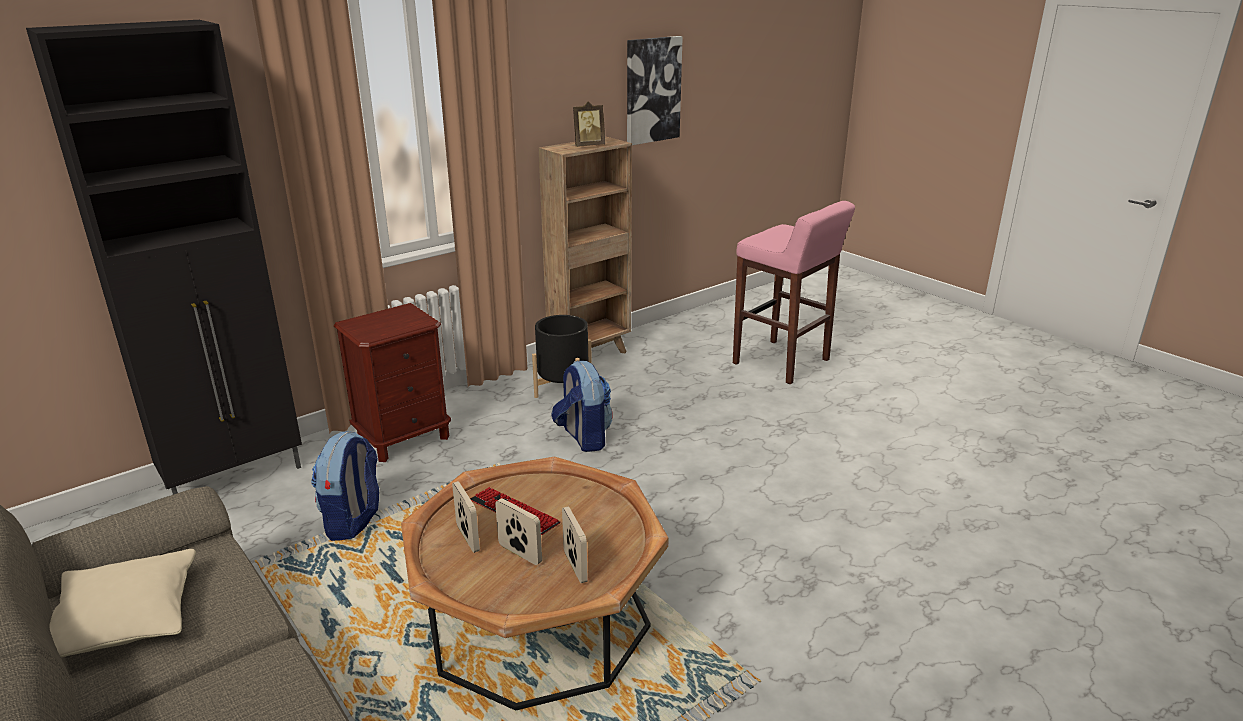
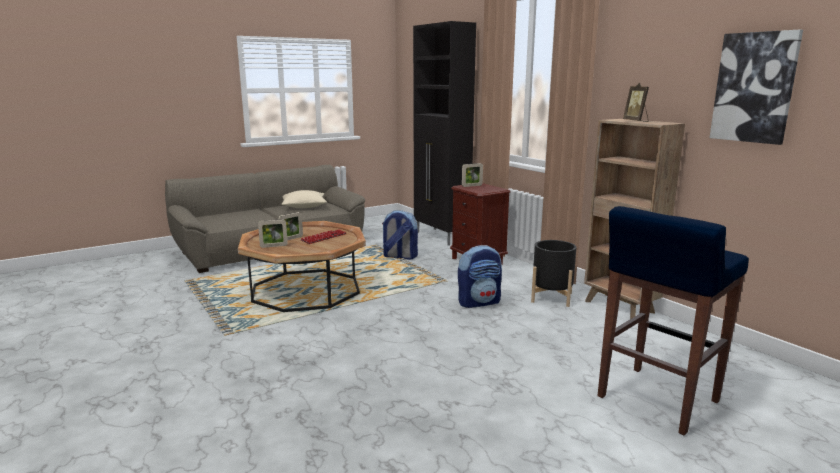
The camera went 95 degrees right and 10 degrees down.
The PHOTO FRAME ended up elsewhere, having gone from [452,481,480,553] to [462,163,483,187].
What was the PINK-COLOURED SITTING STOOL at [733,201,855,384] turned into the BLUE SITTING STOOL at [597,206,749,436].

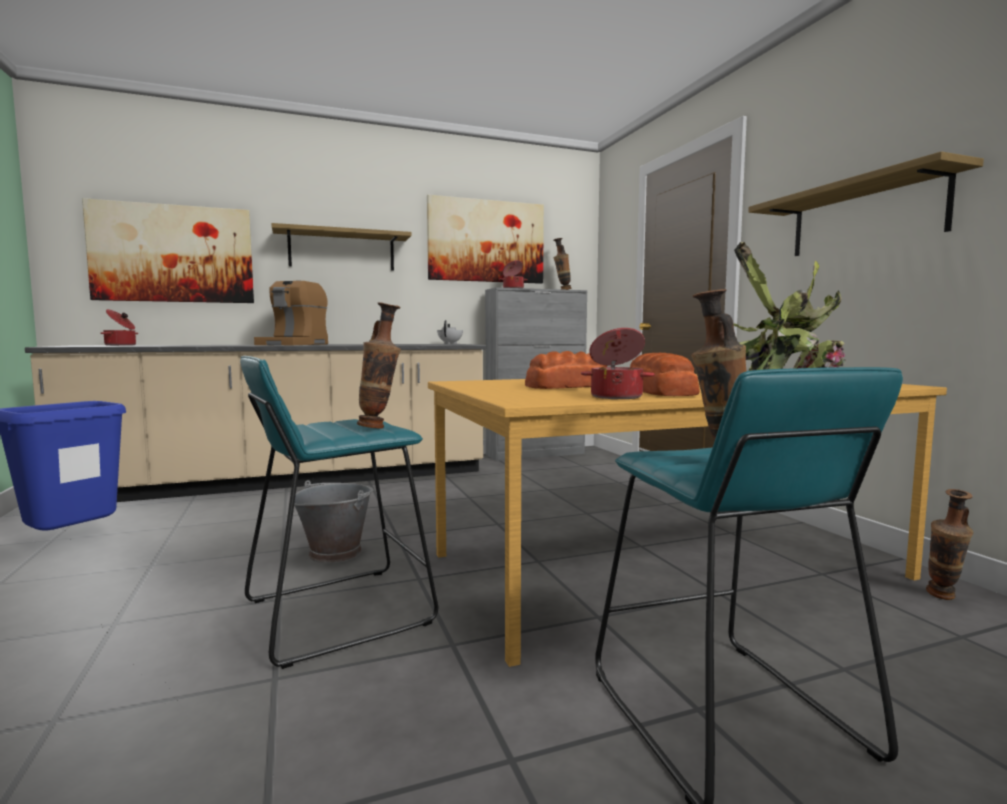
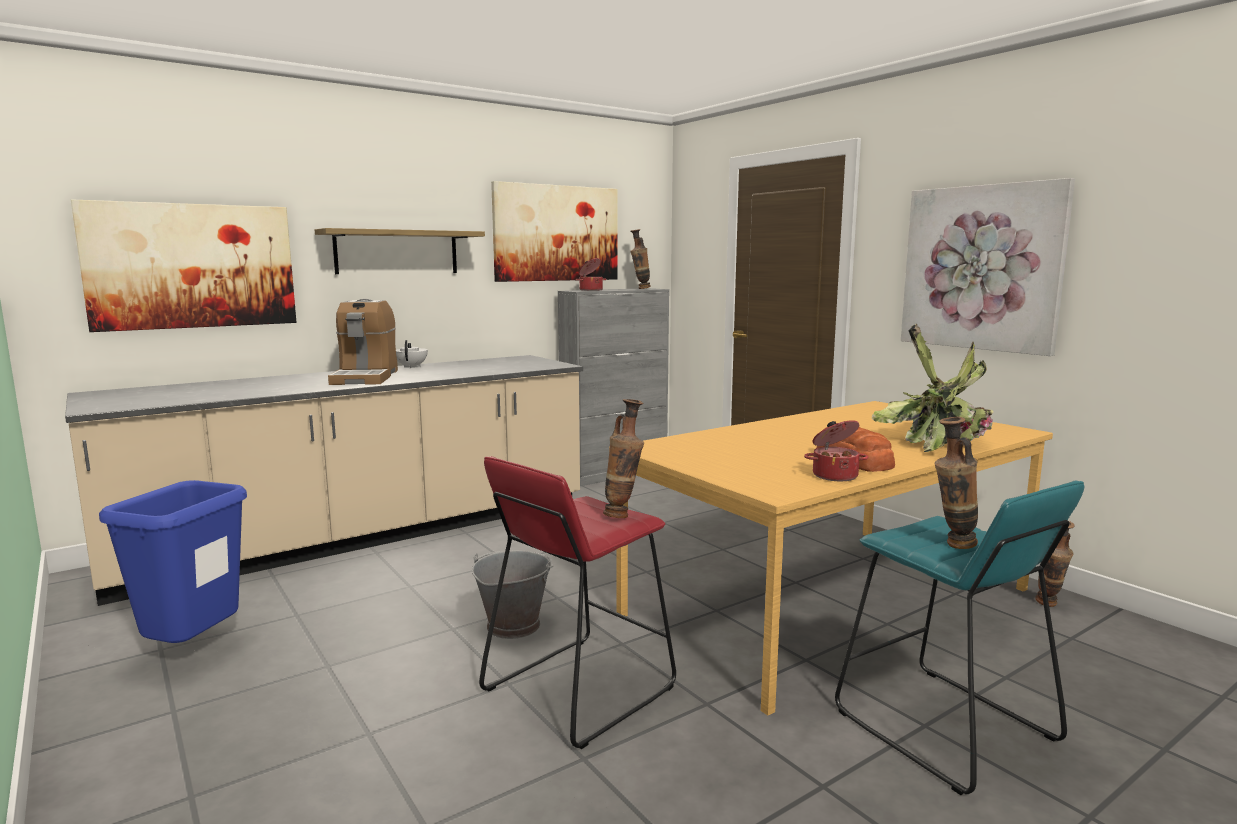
The camera went 15 degrees left and 5 degrees up.
The WHITISH TEA POT ended up elsewhere, having gone from [437,320,463,344] to [396,340,428,368].
What was the BLUE-GREEN SITTING STOOL at [240,356,438,669] turned into the RED SITTING STOOL at [479,456,676,749].
Where the WALL SHELF hung at [748,151,984,256], the PICTURE came to hang at [901,178,1075,356].
The second view lost the STOCKPOT at [100,309,138,346].
The second view lost the BREAD at [525,351,607,389].

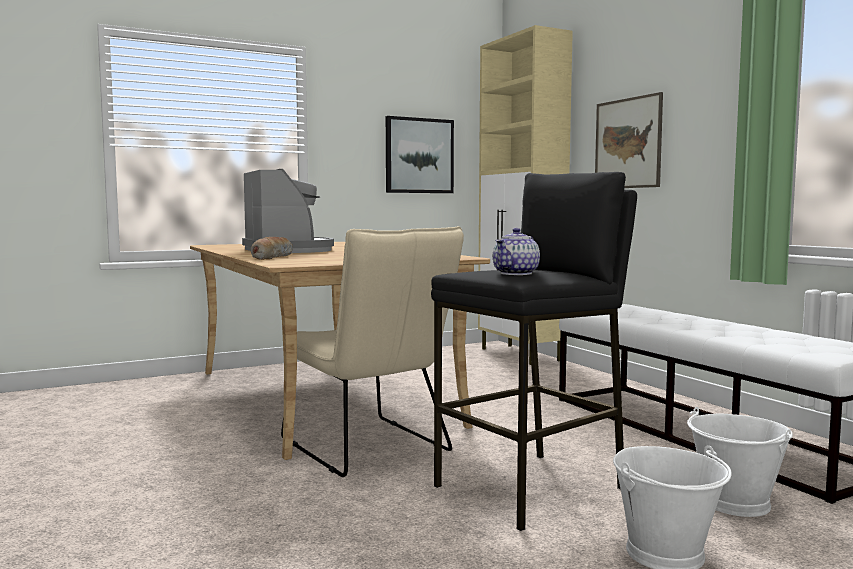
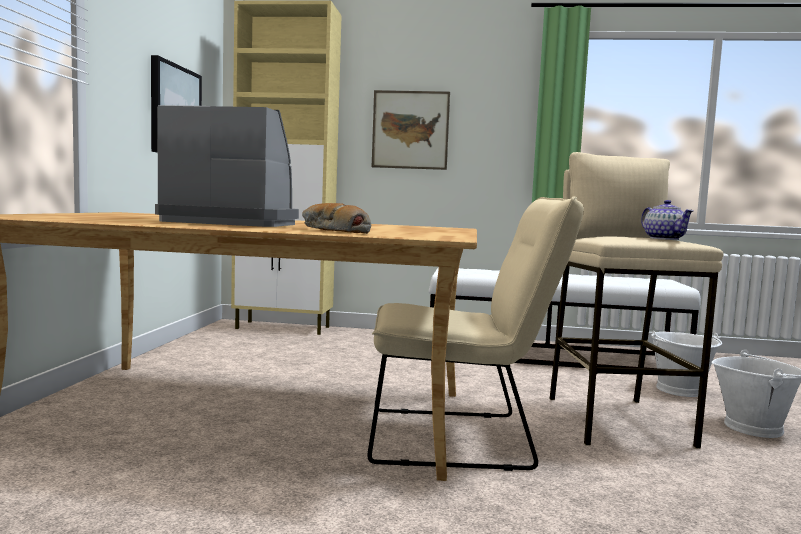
The camera went 55 degrees left and 0 degrees up.
What was the BLACK SITTING STOOL at [431,172,637,531] turned into the BEIGE SITTING STOOL at [549,152,724,449].

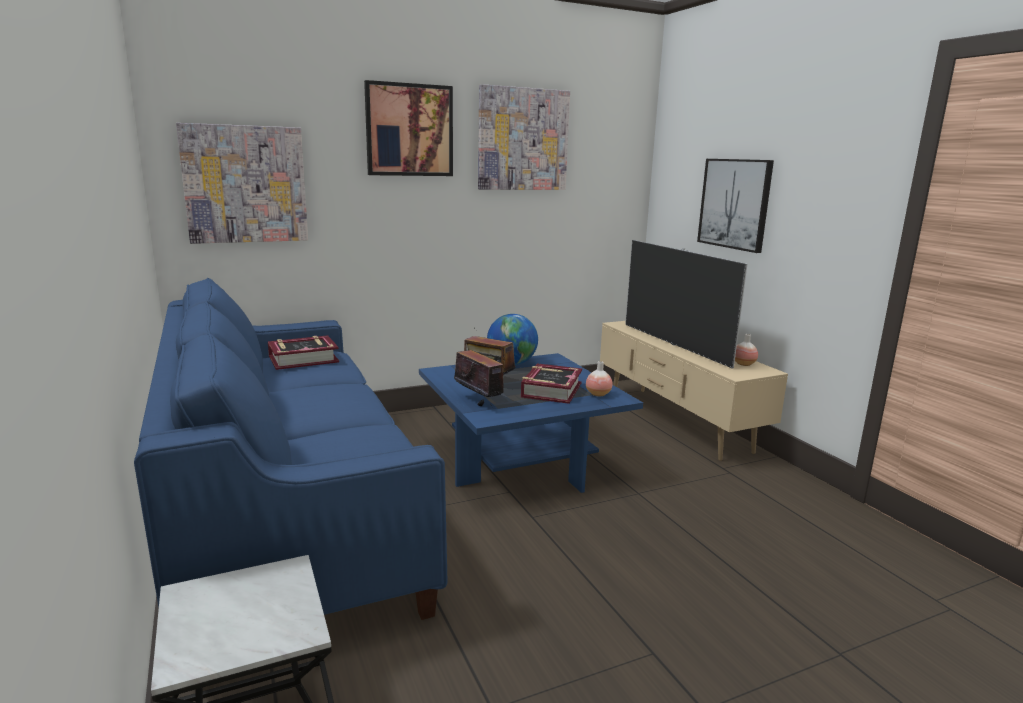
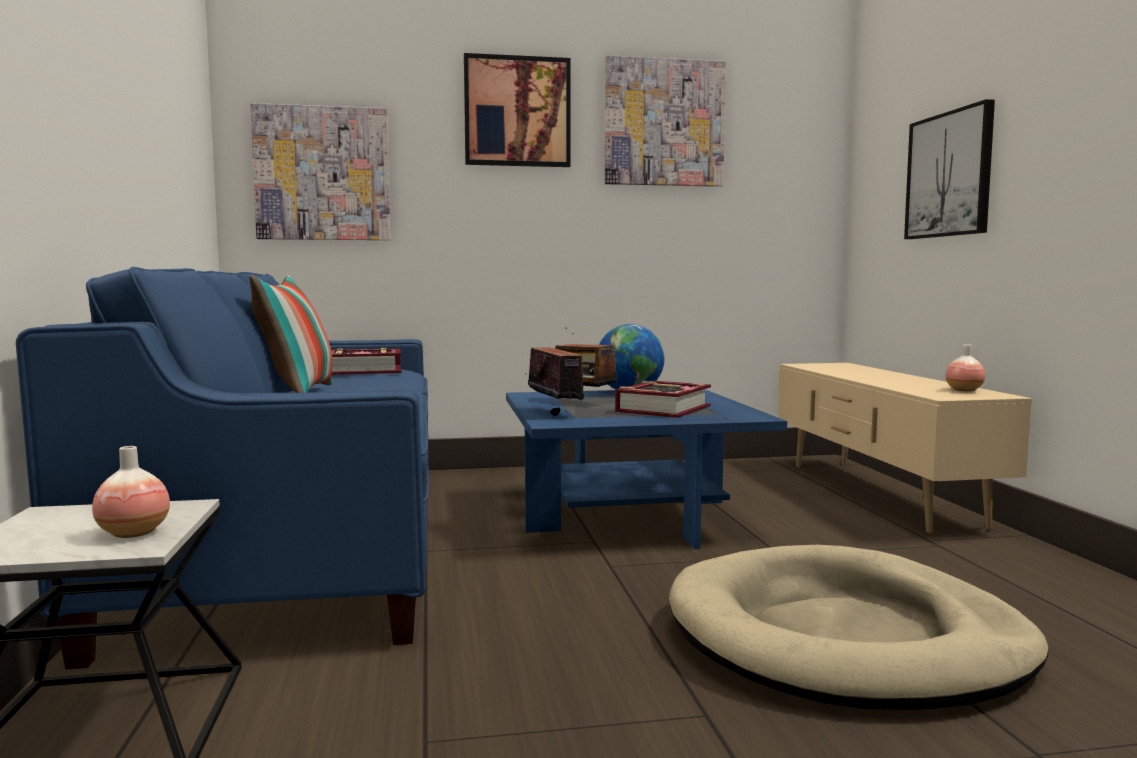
The camera went 15 degrees right and 10 degrees down.
The VASE ended up elsewhere, having gone from [586,361,613,396] to [92,446,170,538].
The second view gained the THROW PILLOW at [249,275,332,393].
The second view gained the BEIGE PET BED at [669,545,1048,710].
The second view lost the TV SET at [625,240,747,369].

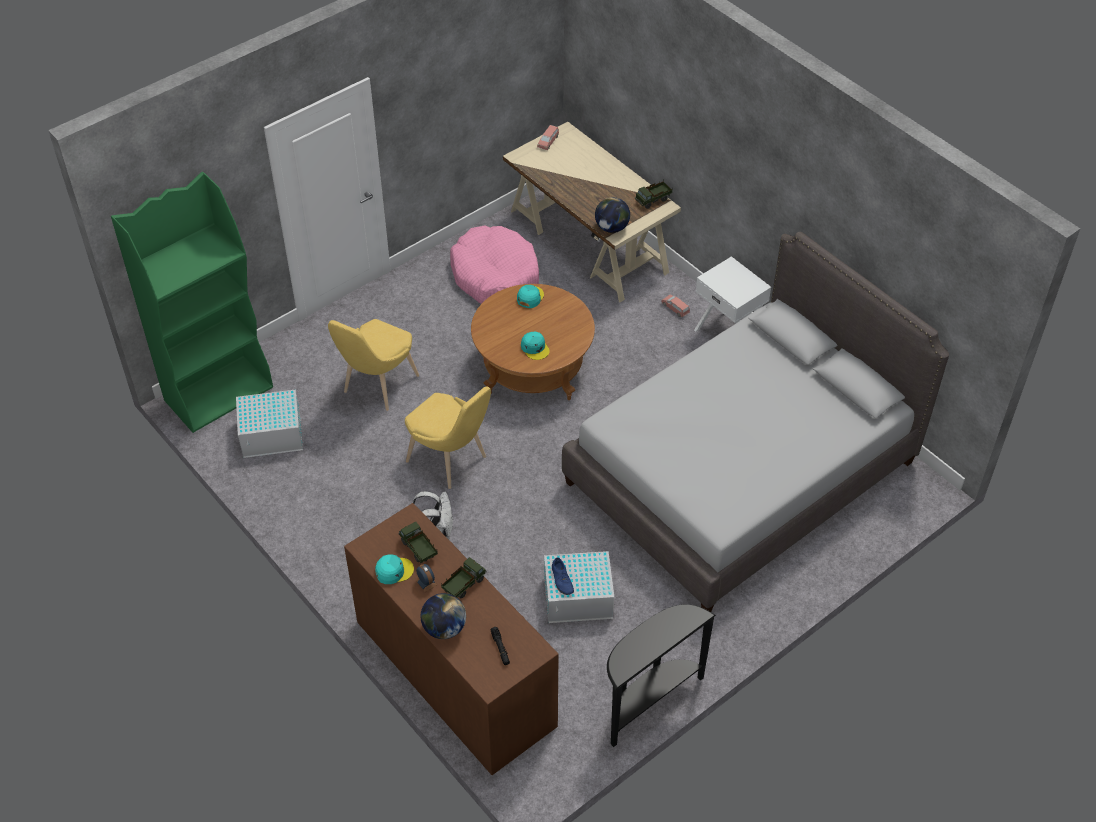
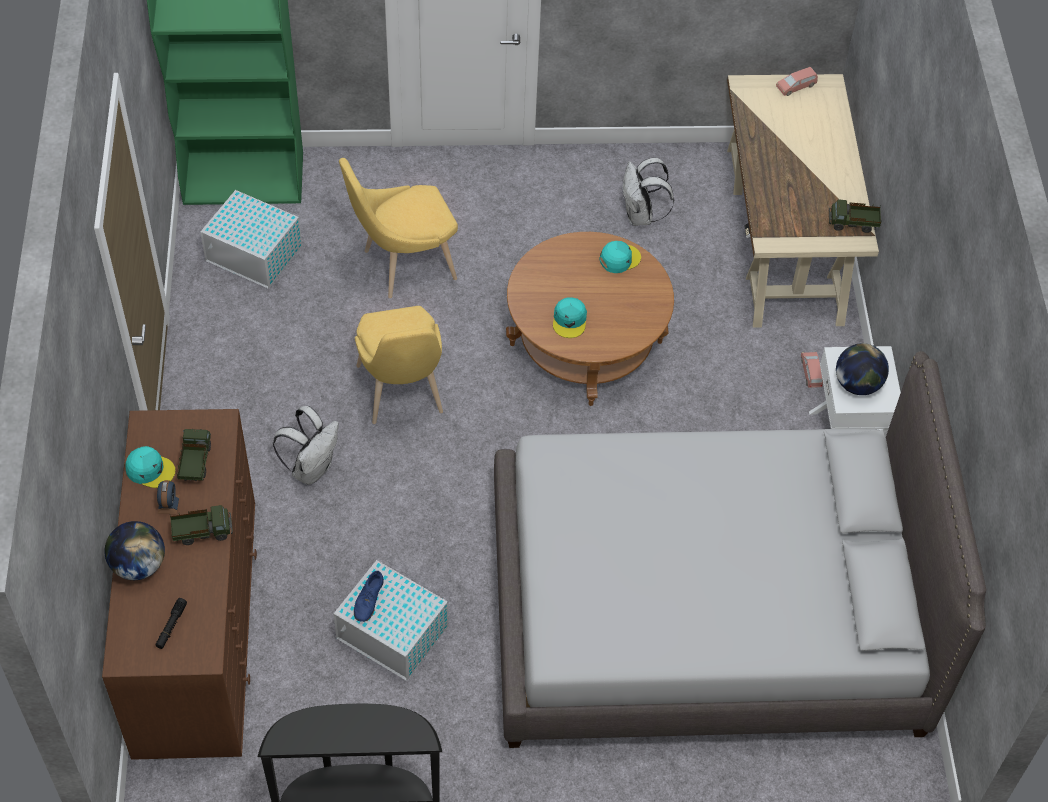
The camera went 35 degrees right and 5 degrees up.
Where the PINK-COLOURED PET BED stood at [450,225,539,304], the WHITISH RUCKSACK came to stand at [623,158,674,226].
The DESK GLOBE ended up elsewhere, having gone from [595,197,630,233] to [836,343,889,395].

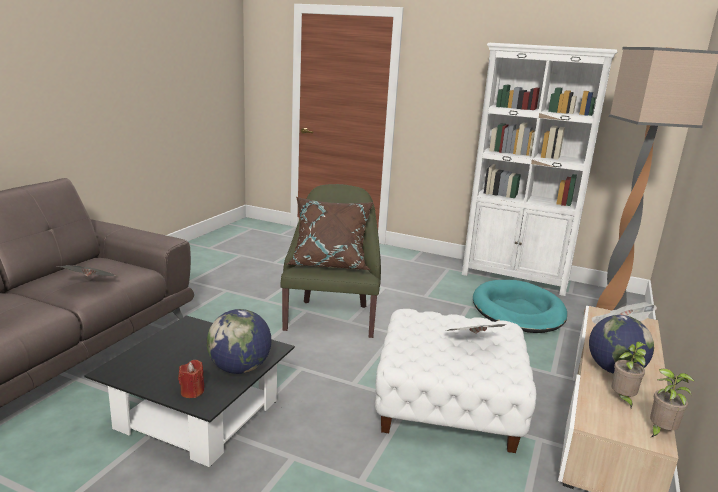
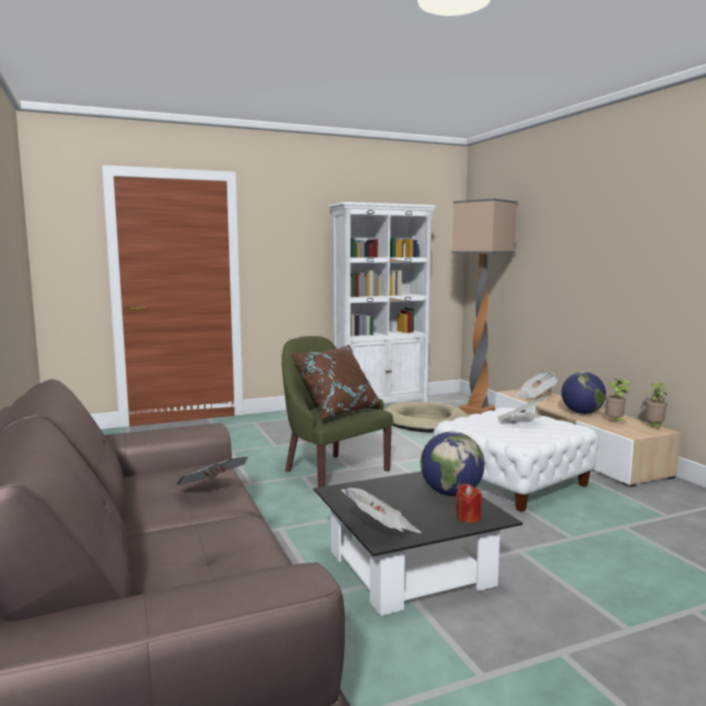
The camera went 45 degrees left and 10 degrees down.
The second view gained the PRINTED PAPER at [341,488,421,533].
What was the BLUE-GREEN PET BED at [473,280,567,333] turned into the BEIGE PET BED at [385,401,468,433].

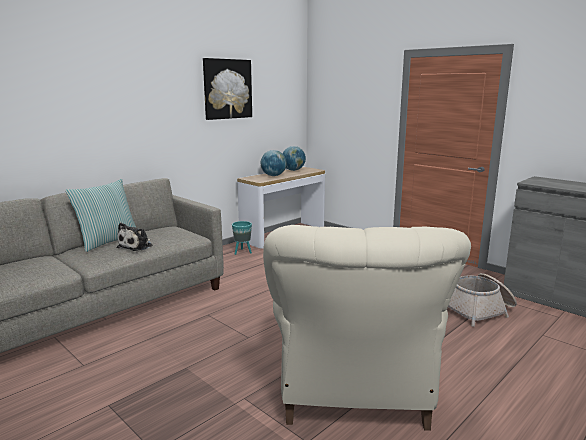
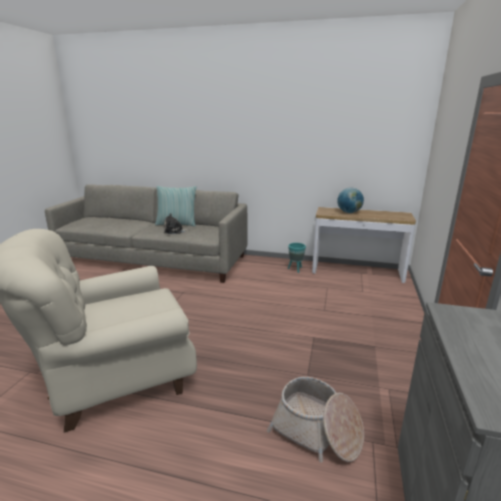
The camera went 60 degrees right and 5 degrees up.
The second view lost the PICTURE at [203,58,252,120].
The second view lost the DESK GLOBE at [282,146,306,171].

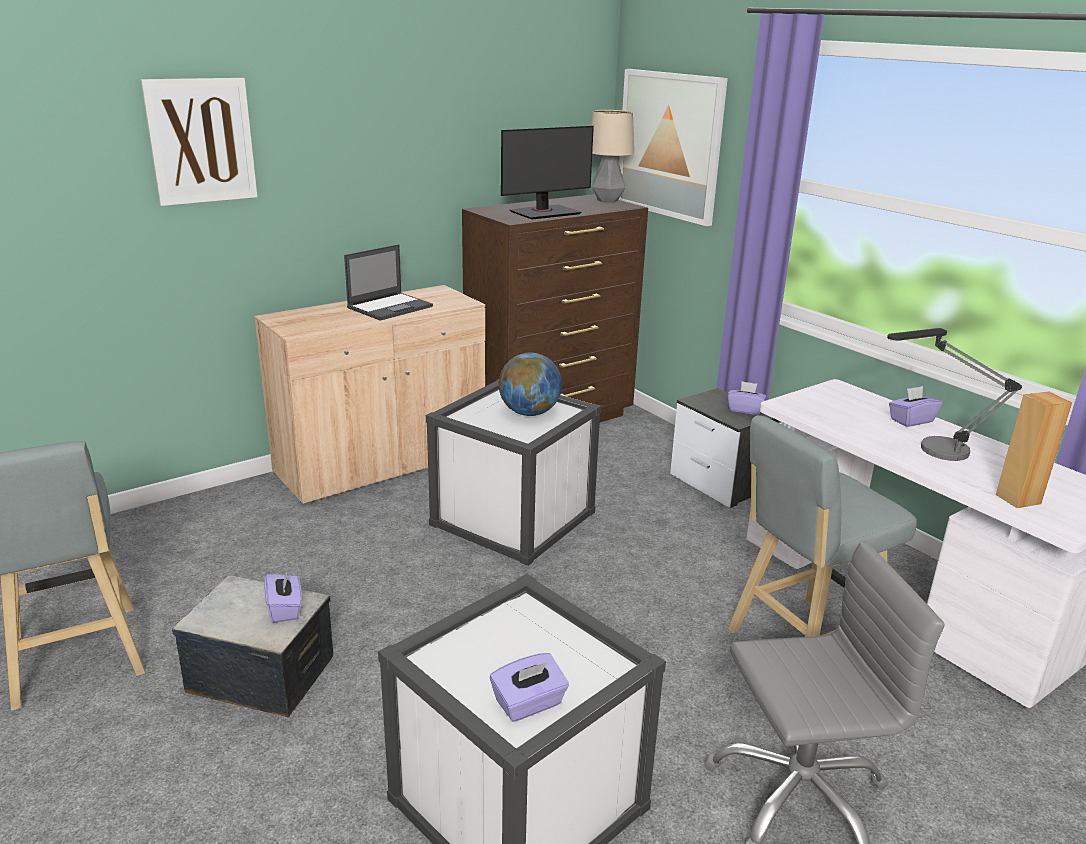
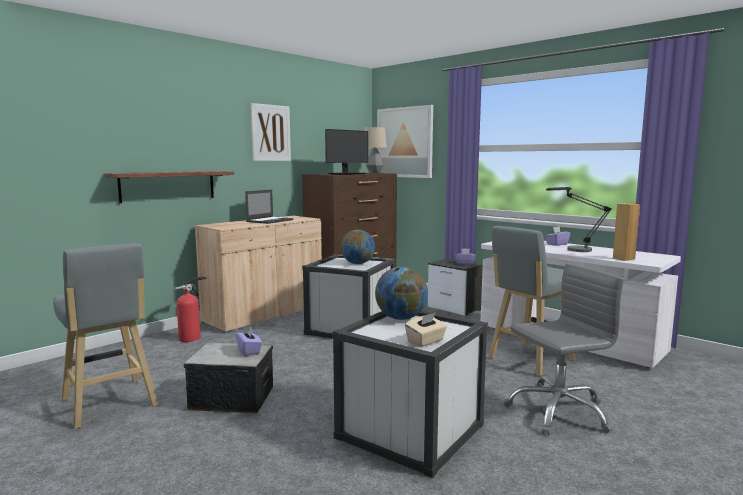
The camera went 10 degrees left and 15 degrees down.
The second view gained the WALL SHELF at [105,171,234,203].
The second view gained the FIRE EXTINGUISHER at [174,276,206,342].
The PICTURE ended up elsewhere, having gone from [141,78,257,206] to [250,103,291,161].
The second view gained the DESK GLOBE at [375,267,428,320].
What was the PURPLISH BOX OF TISSUES at [490,653,569,722] turned into the BEIGE BOX OF TISSUES at [405,313,447,347].

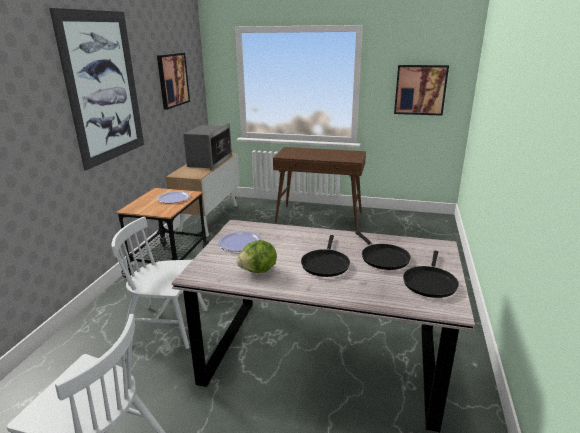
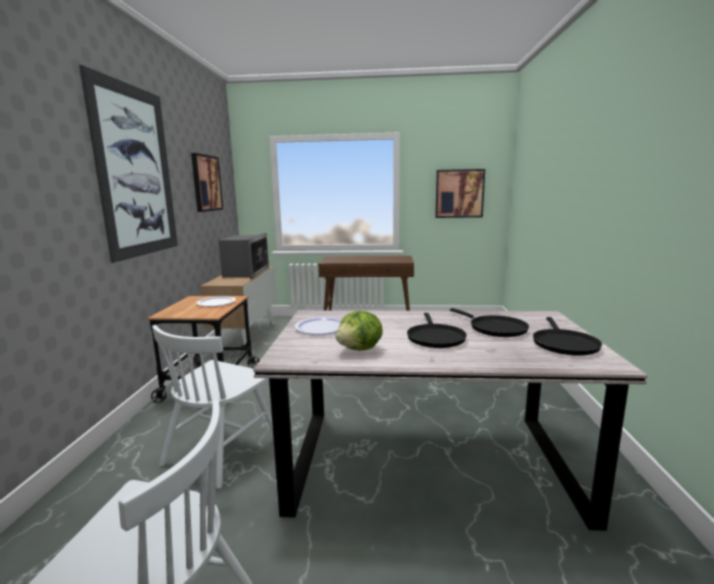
The camera went 10 degrees left and 10 degrees down.
The WHITISH CHAIR at [112,217,207,349] ended up facing another way, 60 degrees counterclockwise from before.

